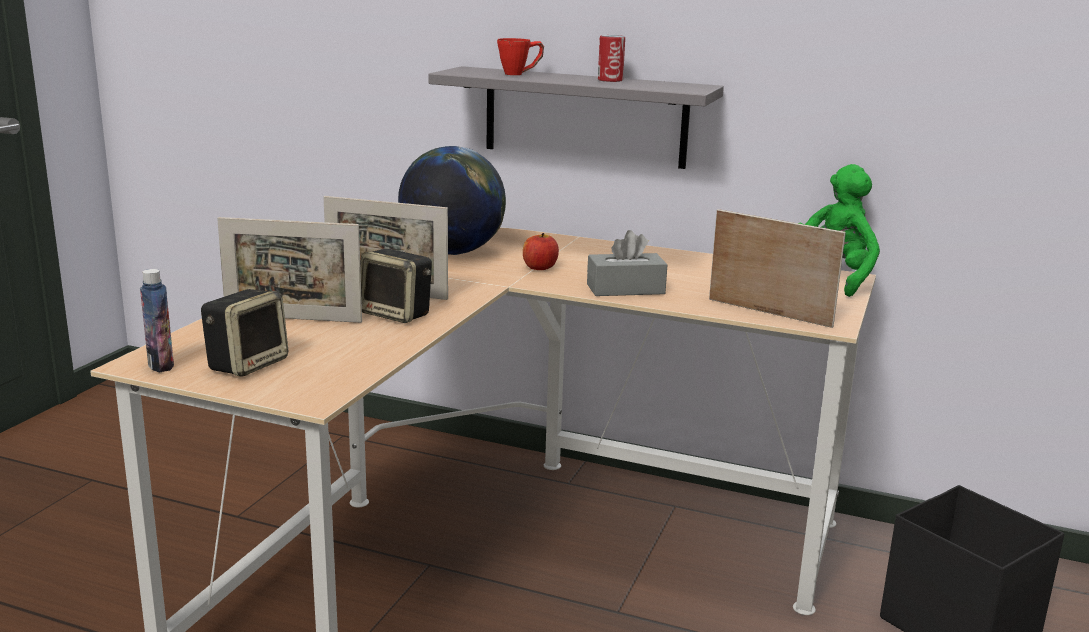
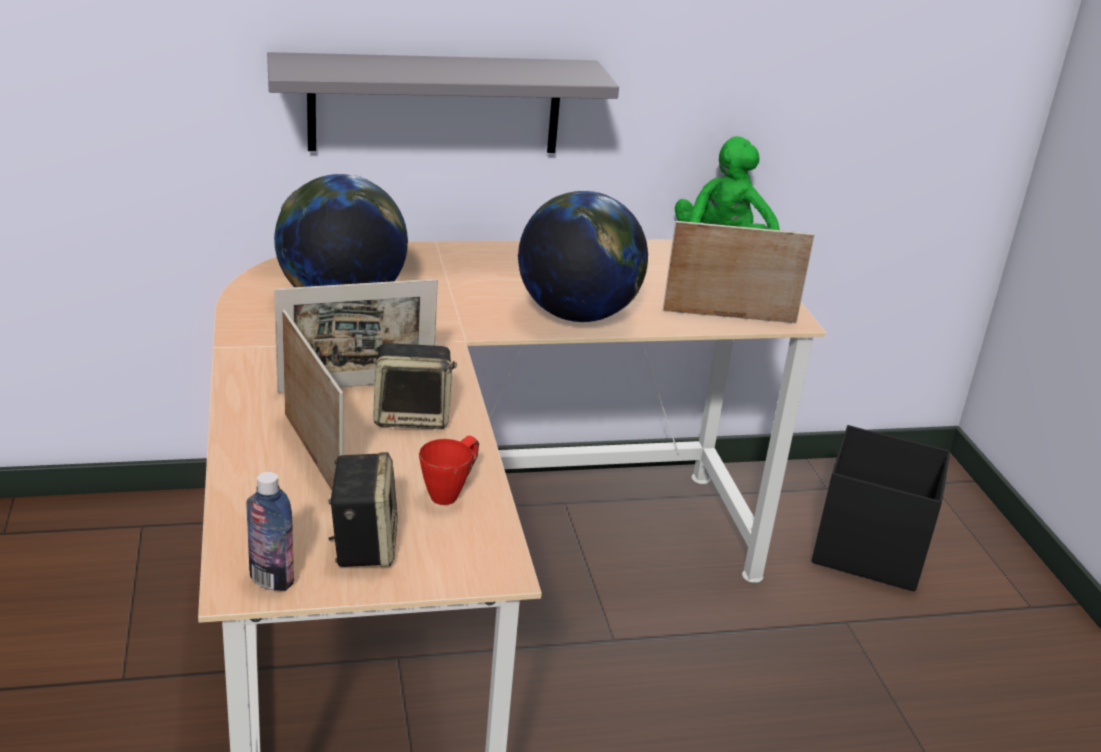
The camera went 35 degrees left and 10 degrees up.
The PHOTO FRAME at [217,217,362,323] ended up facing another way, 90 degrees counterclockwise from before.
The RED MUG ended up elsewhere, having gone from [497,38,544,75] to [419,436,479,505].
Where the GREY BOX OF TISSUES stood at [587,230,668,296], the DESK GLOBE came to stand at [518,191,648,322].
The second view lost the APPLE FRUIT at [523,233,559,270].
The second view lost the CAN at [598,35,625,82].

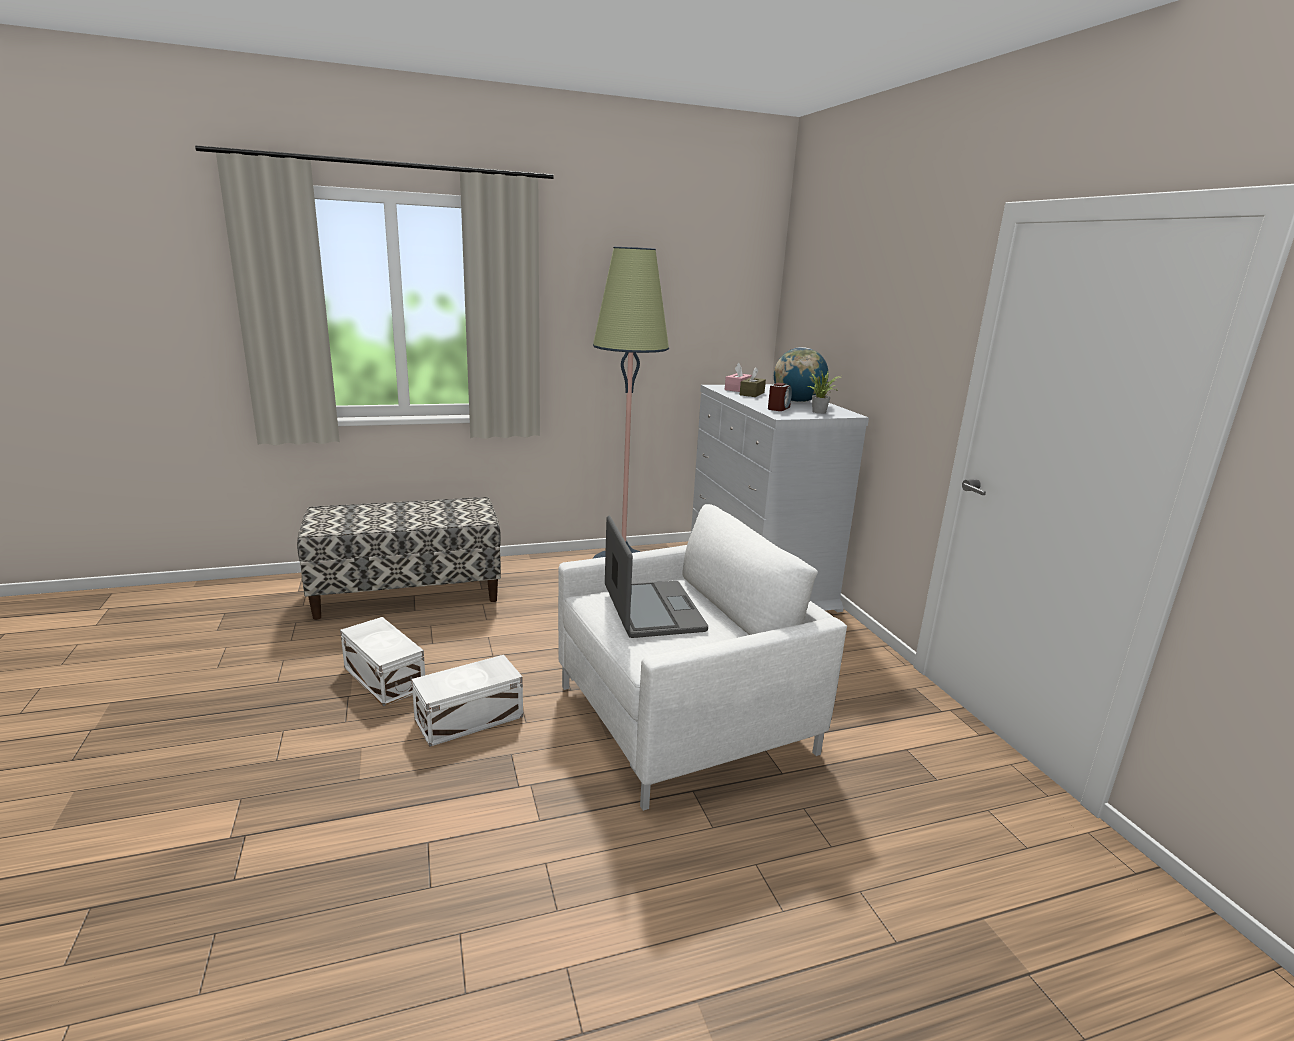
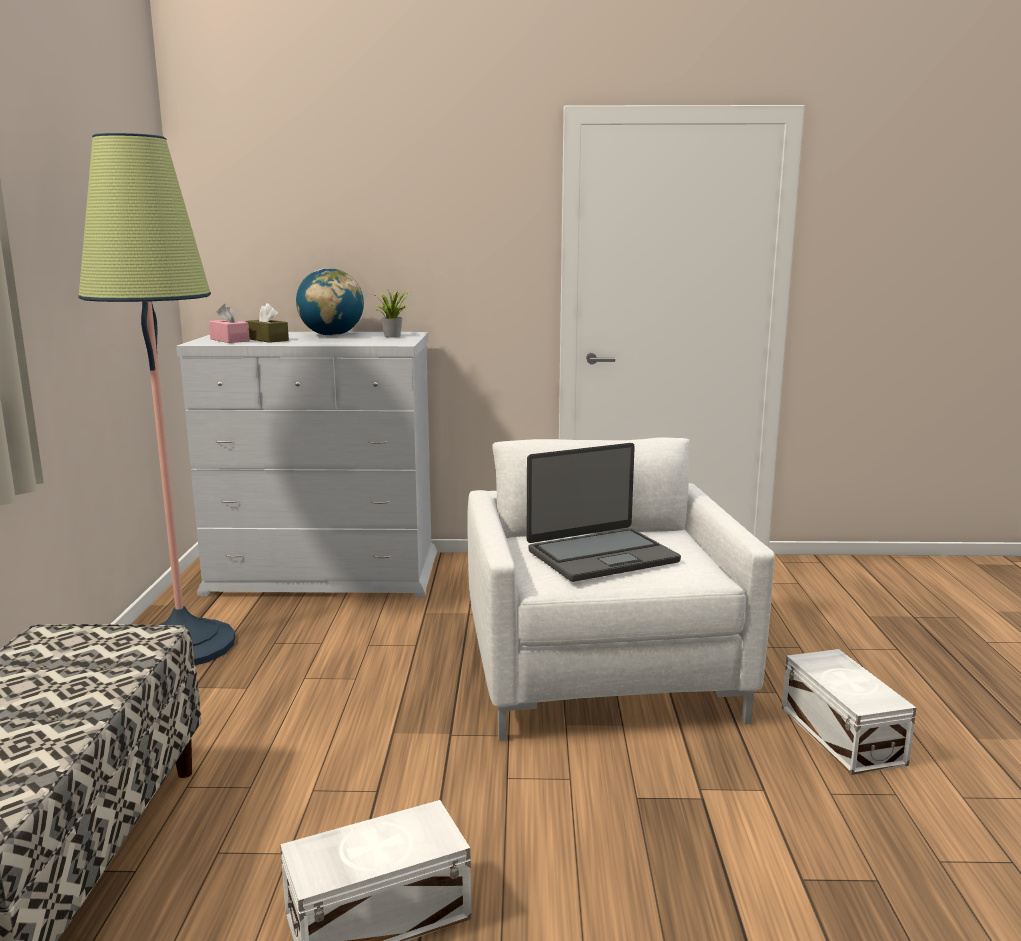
The camera went 70 degrees left and 5 degrees down.
The LAPTOP at [605,515,708,638] ended up facing another way, 150 degrees clockwise from before.
The WHITISH STORAGE CONTAINER ended up elsewhere, having gone from [412,655,523,747] to [782,649,916,775].
The second view lost the ALARM CLOCK at [768,383,792,411].

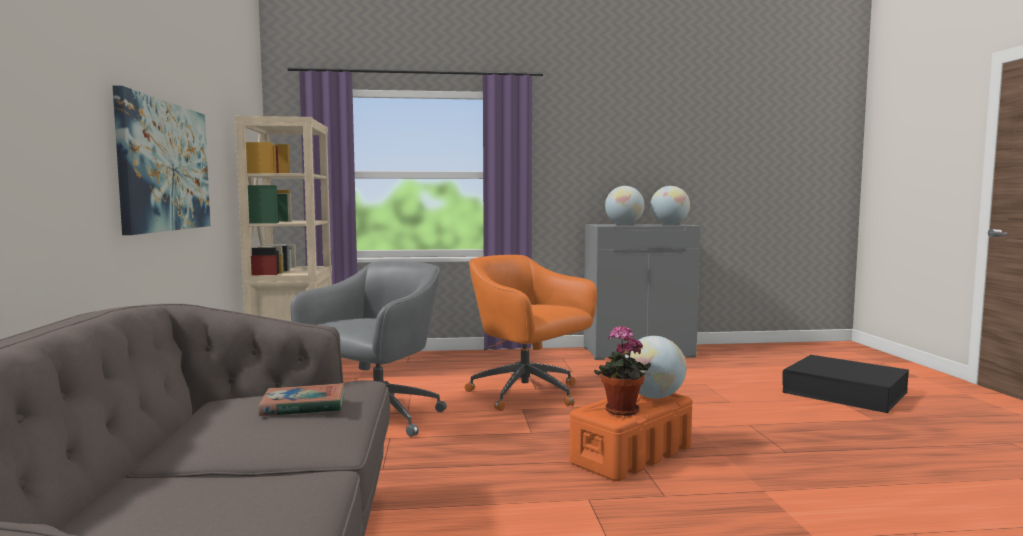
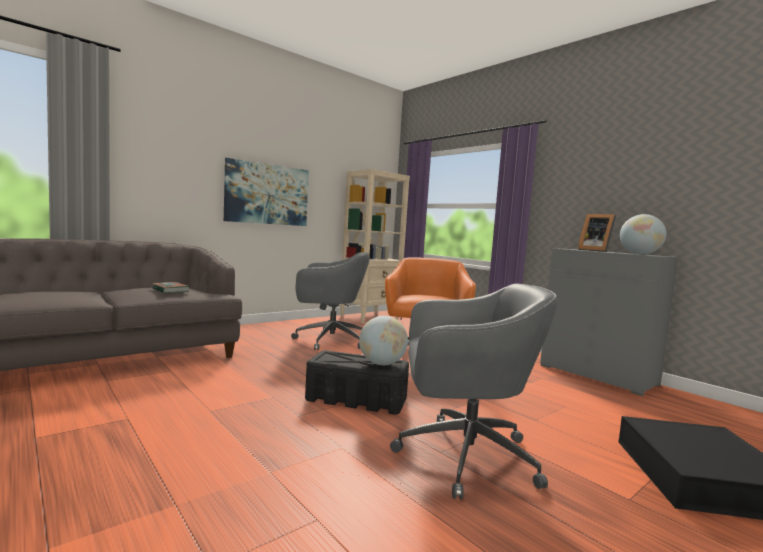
The camera went 55 degrees right and 0 degrees up.
What was the ORANGE STORAGE CONTAINER at [570,393,692,481] turned into the BLACK STORAGE CONTAINER at [305,350,409,415].
The second view gained the GREY COMPUTER CHAIR at [390,284,558,500].
Where the DESK GLOBE stood at [605,186,644,225], the PHOTO FRAME came to stand at [578,214,616,252].
The second view lost the HOUSEPLANT at [594,326,651,416].

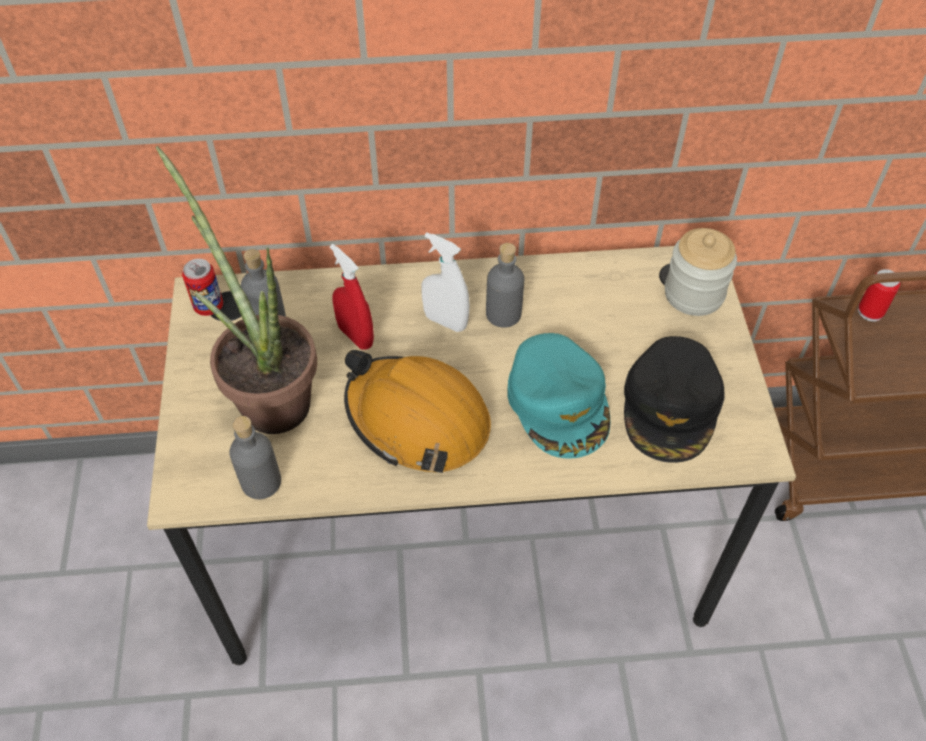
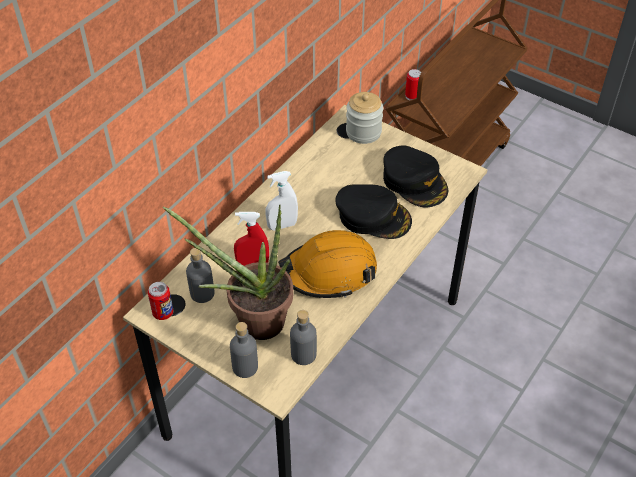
The camera went 50 degrees left and 5 degrees down.
The GREY BOTTLE ended up elsewhere, having gone from [486,243,524,328] to [230,322,258,378].
What was the BLUE-GREEN BASEBALL CAP at [508,333,610,459] turned into the BLACK BASEBALL CAP at [335,184,412,239].

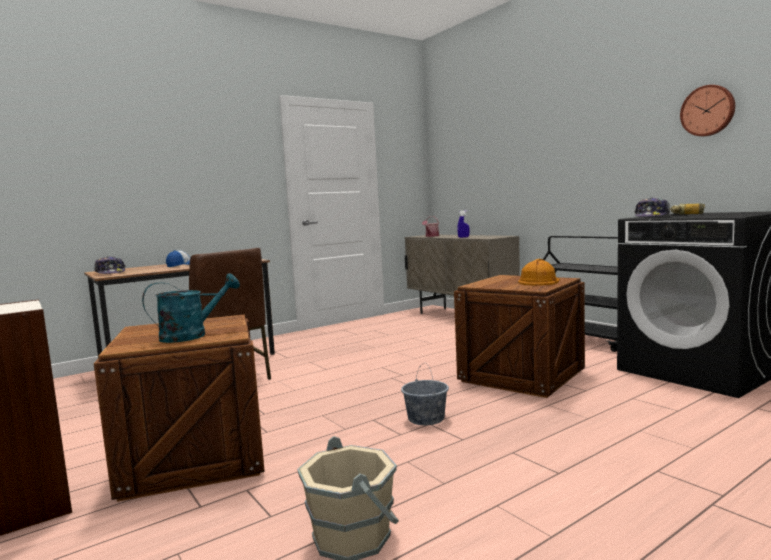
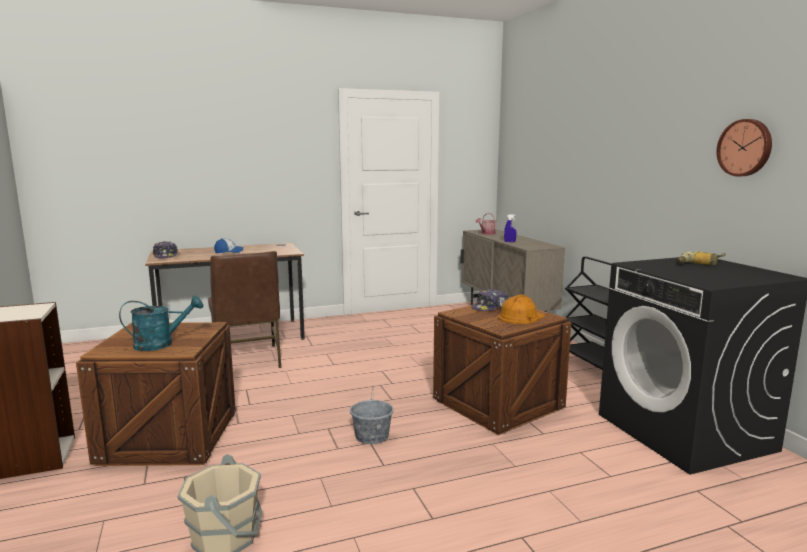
The camera went 15 degrees right and 5 degrees up.
The BASEBALL CAP ended up elsewhere, having gone from [634,197,670,217] to [471,289,508,311].

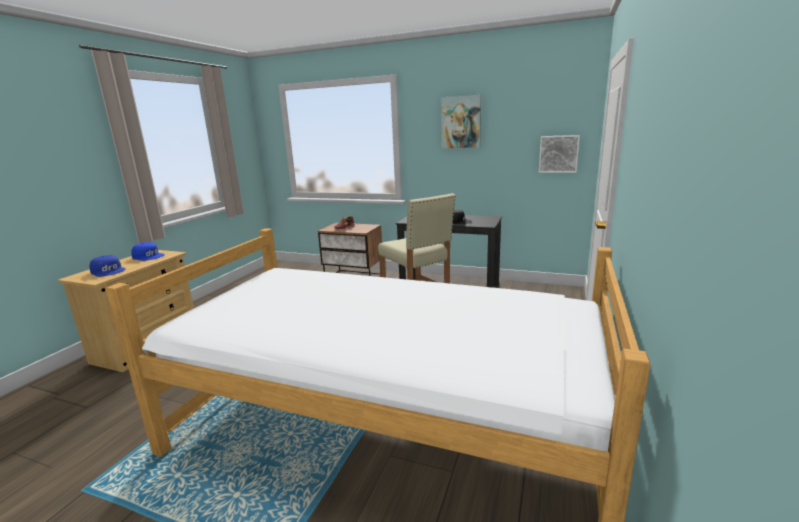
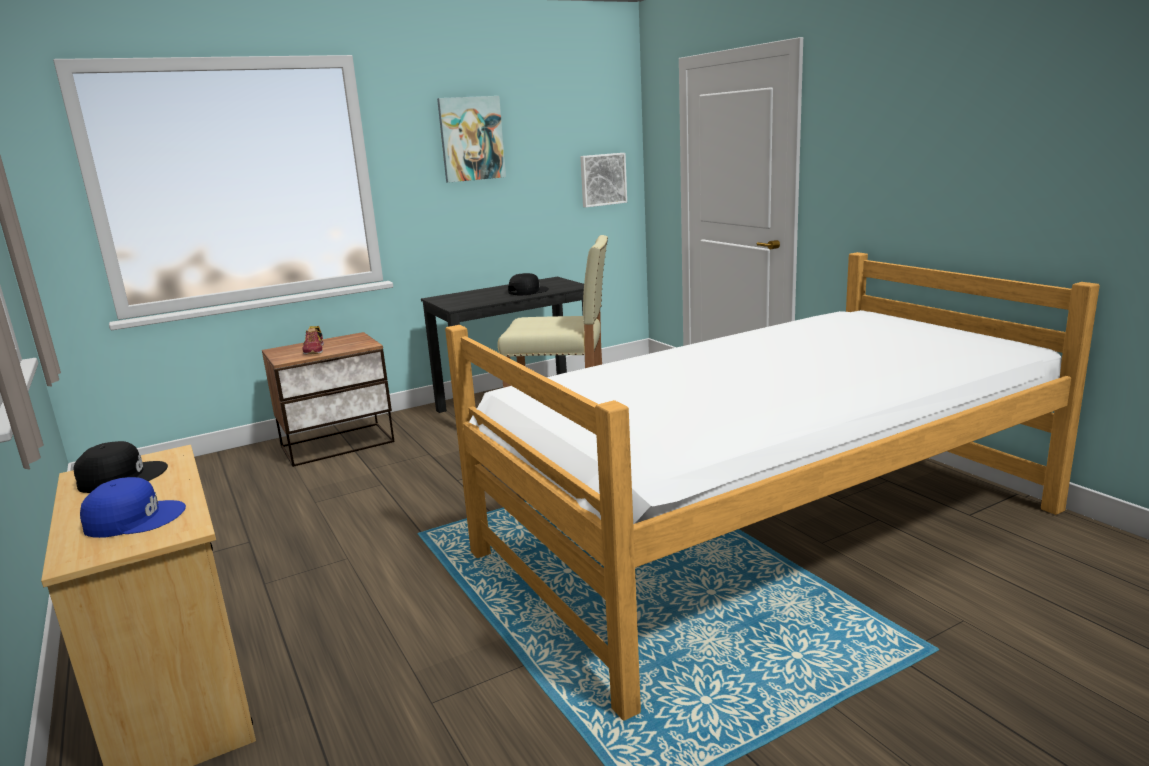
The camera went 50 degrees left and 0 degrees up.
What was the BLUE BASEBALL CAP at [131,242,165,261] turned into the BLACK BASEBALL CAP at [74,441,168,493].

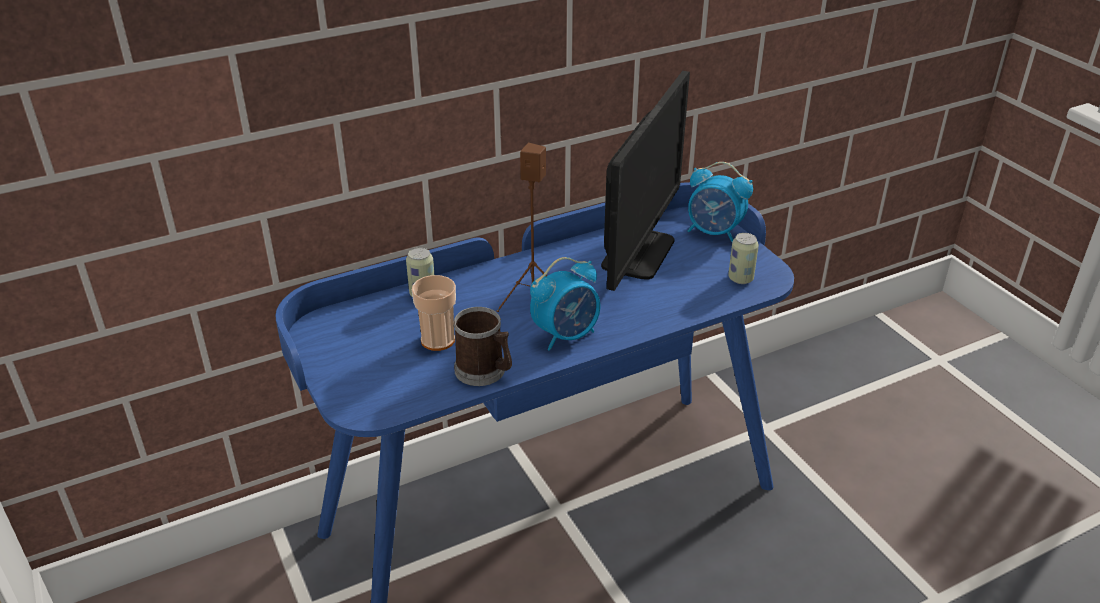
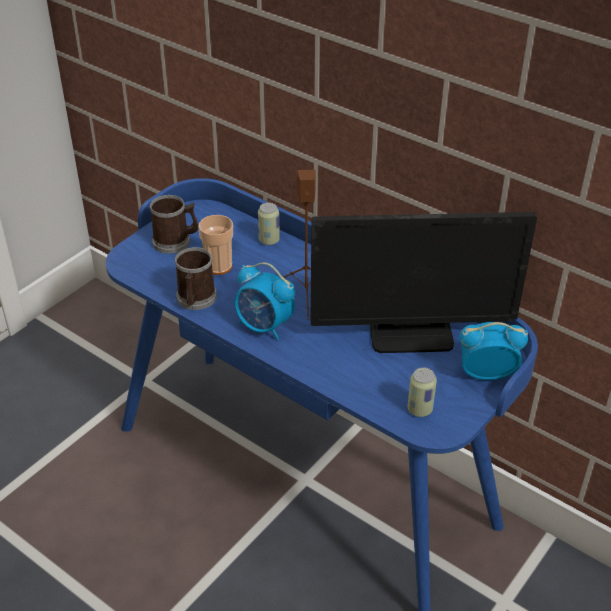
The camera went 65 degrees right and 5 degrees up.
The second view gained the MUG at [149,195,198,254].
The ALARM CLOCK at [688,162,753,242] ended up facing another way, 90 degrees clockwise from before.

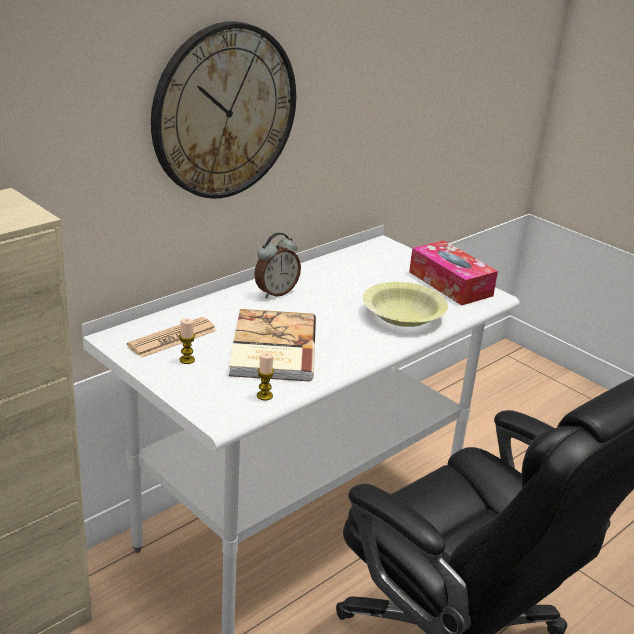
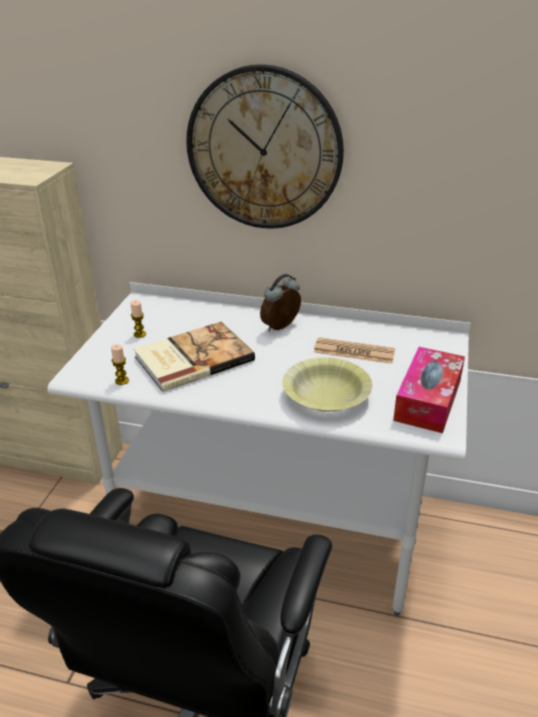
The camera went 60 degrees right and 5 degrees up.
The ALARM CLOCK at [254,232,301,298] ended up facing another way, 120 degrees clockwise from before.
The PRINTED PAPER ended up elsewhere, having gone from [127,317,217,358] to [314,337,395,364].

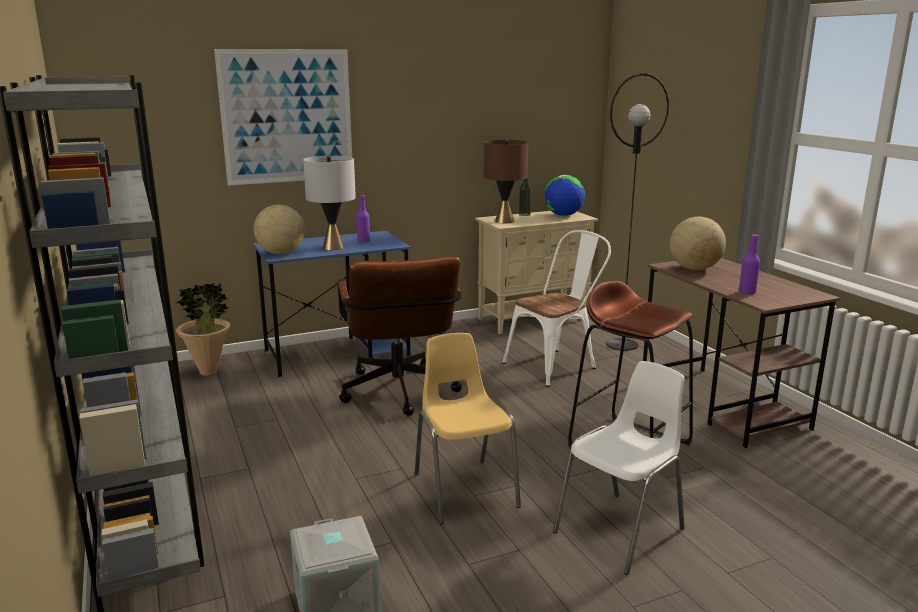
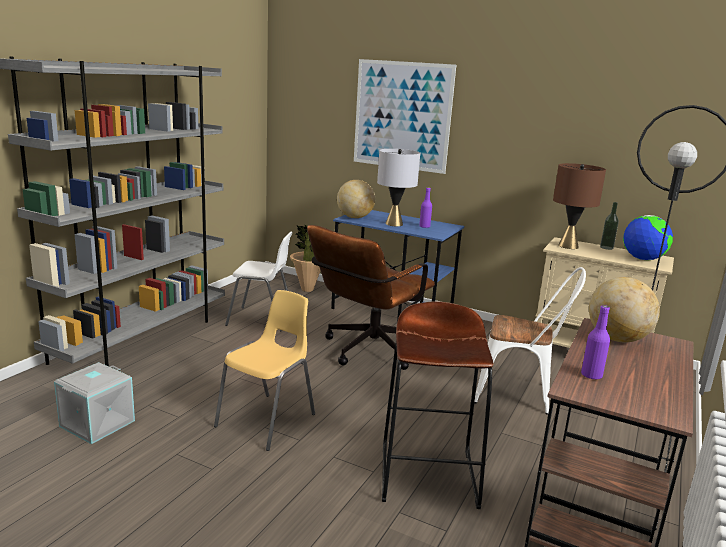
The camera went 50 degrees right and 0 degrees up.
The WHITISH CHAIR ended up elsewhere, having gone from [553,361,685,575] to [225,232,293,331].

